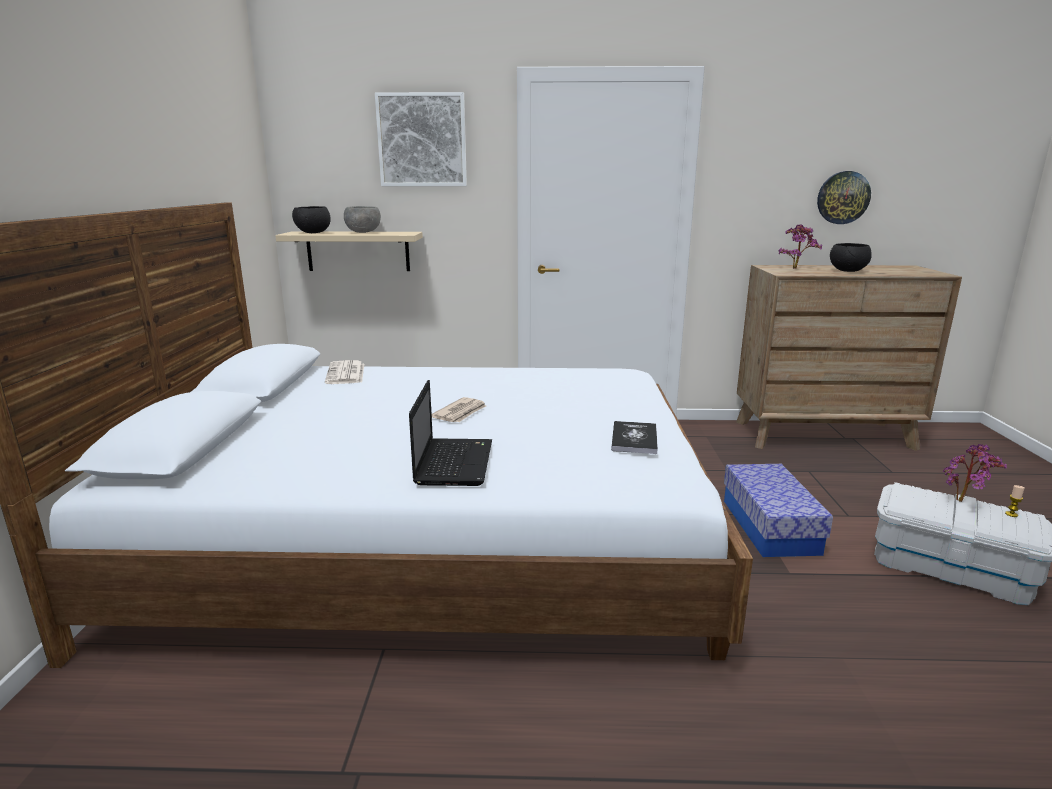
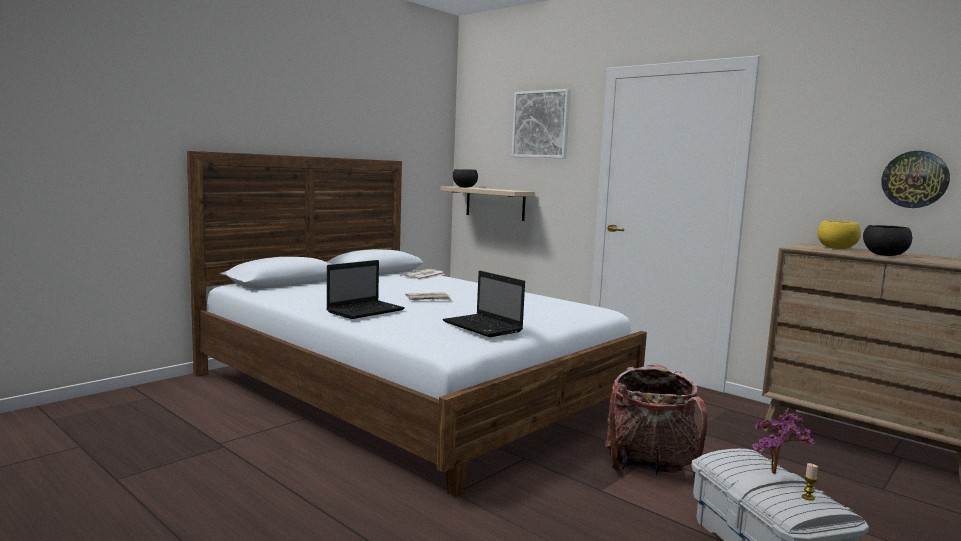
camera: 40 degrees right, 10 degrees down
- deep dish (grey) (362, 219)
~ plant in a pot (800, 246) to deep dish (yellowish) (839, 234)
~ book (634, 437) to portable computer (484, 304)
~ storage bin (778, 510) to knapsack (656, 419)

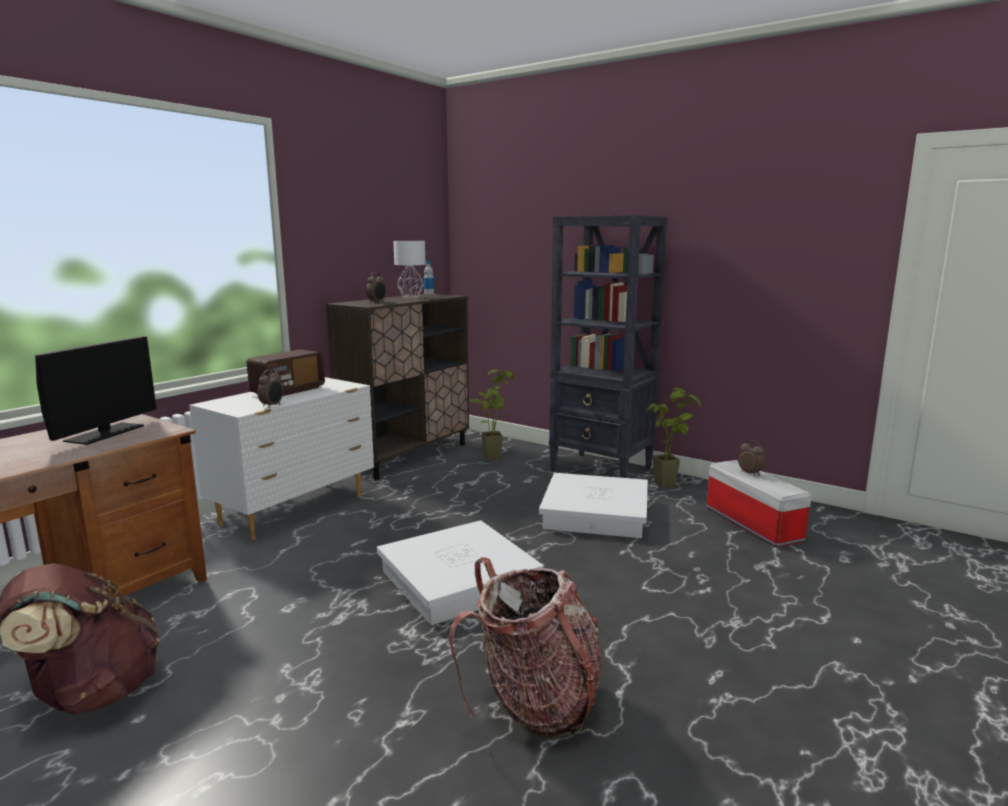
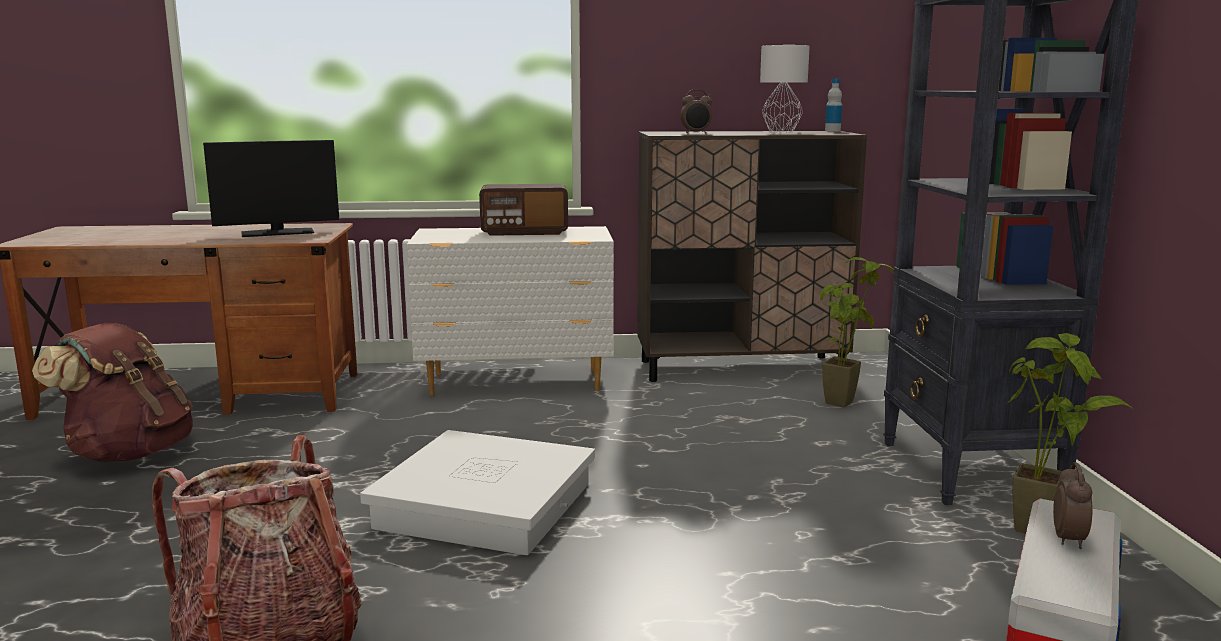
camera: 50 degrees right, 0 degrees up
- bedside clock (270, 388)
- storage bin (whitish) (593, 505)

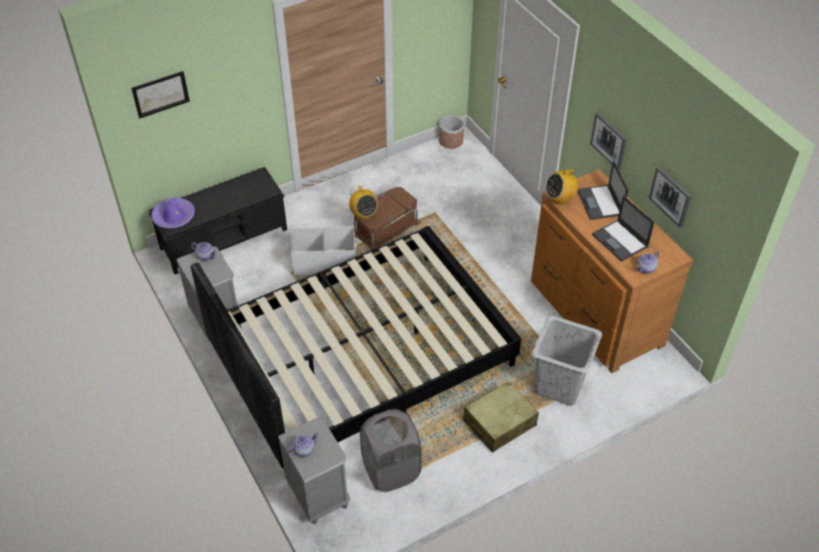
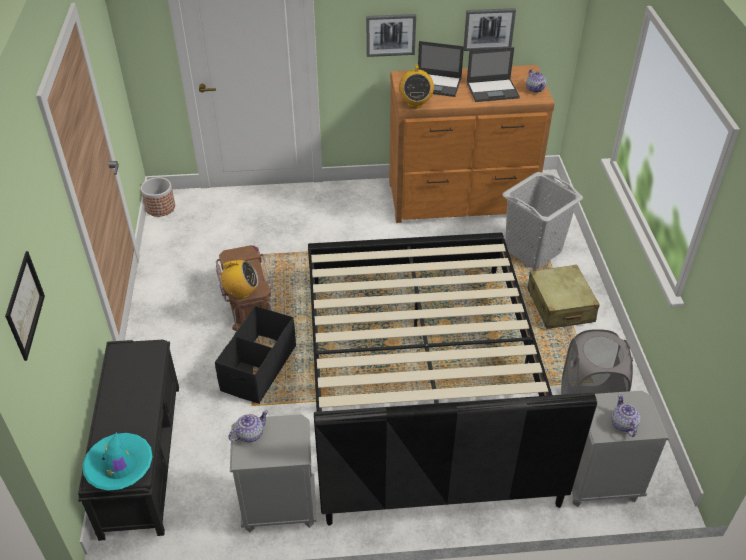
camera: 65 degrees left, 5 degrees down
~ clothing hat (purplish) (173, 212) to clothing hat (turquoise) (117, 461)
~ storage bin (whitish) (323, 250) to storage bin (black) (255, 355)

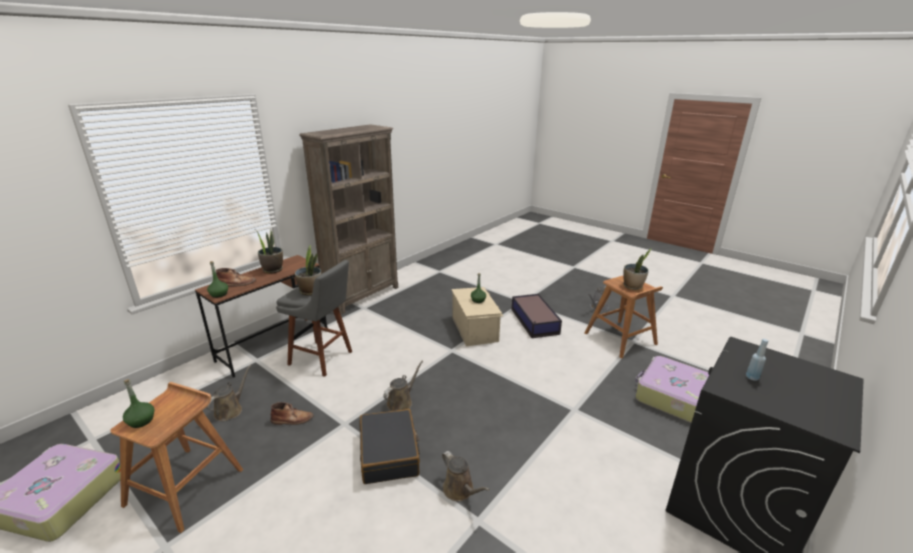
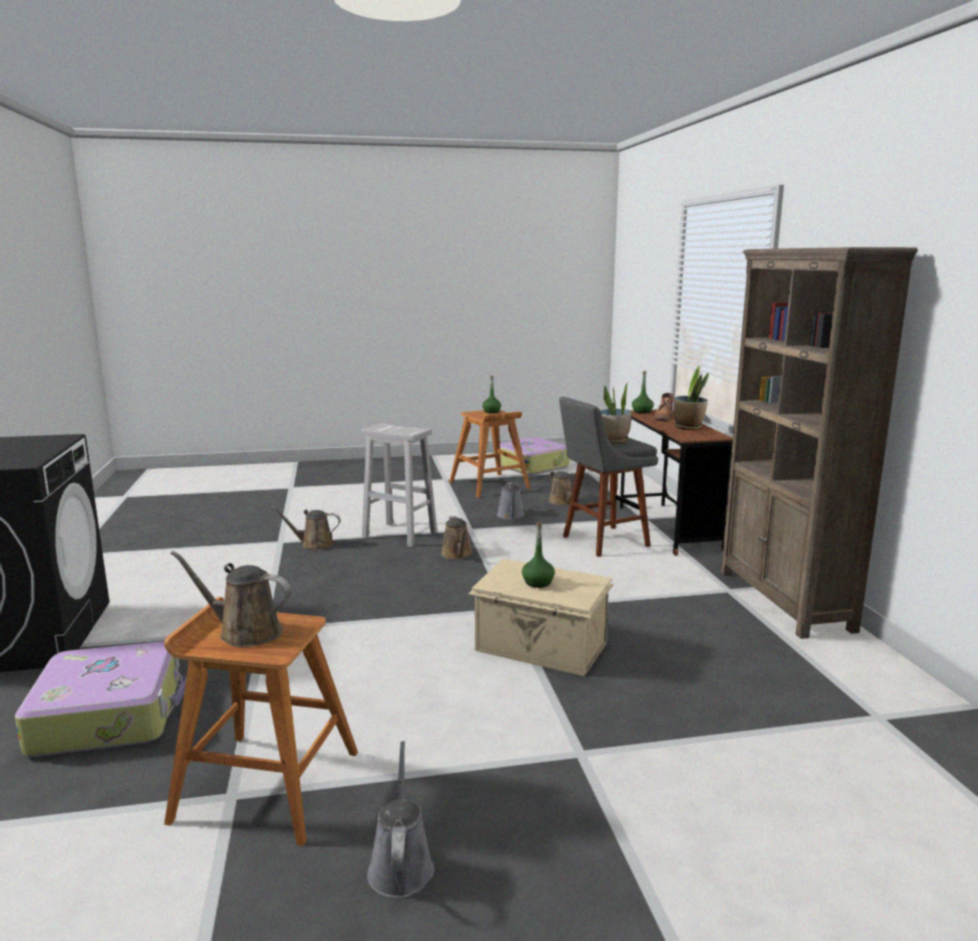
camera: 130 degrees right, 10 degrees down
~ plant in a pot (637, 269) to watering pot (brown-coloured) (230, 599)
- storage bin (536, 316)
- bottle (blue) (757, 360)
~ high-top boot (brown-coloured) (292, 413) to watering pot (grey) (511, 501)
~ suitcase (black) (389, 446) to sitting stool (whitish) (399, 485)

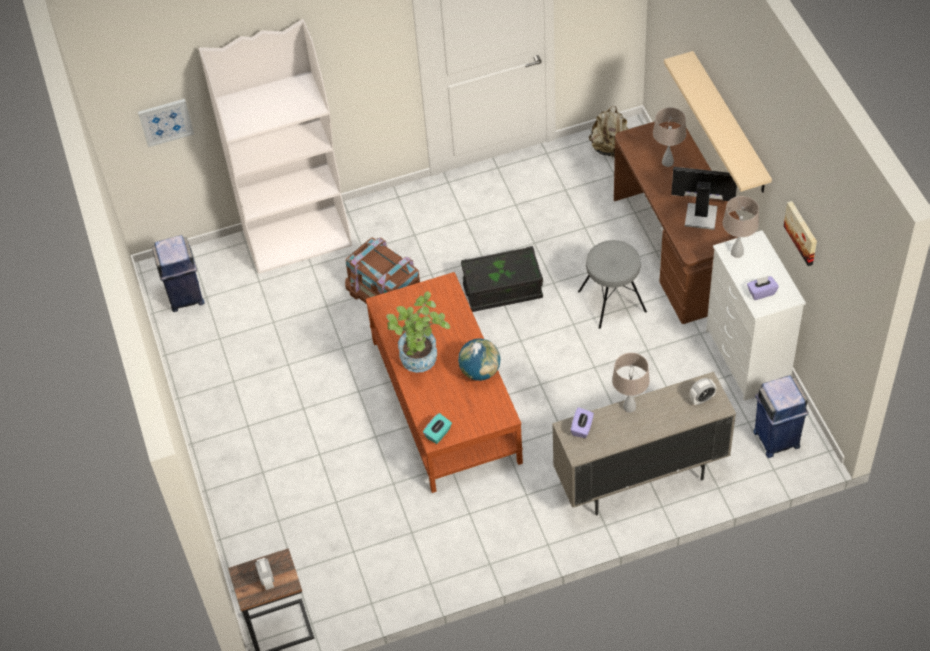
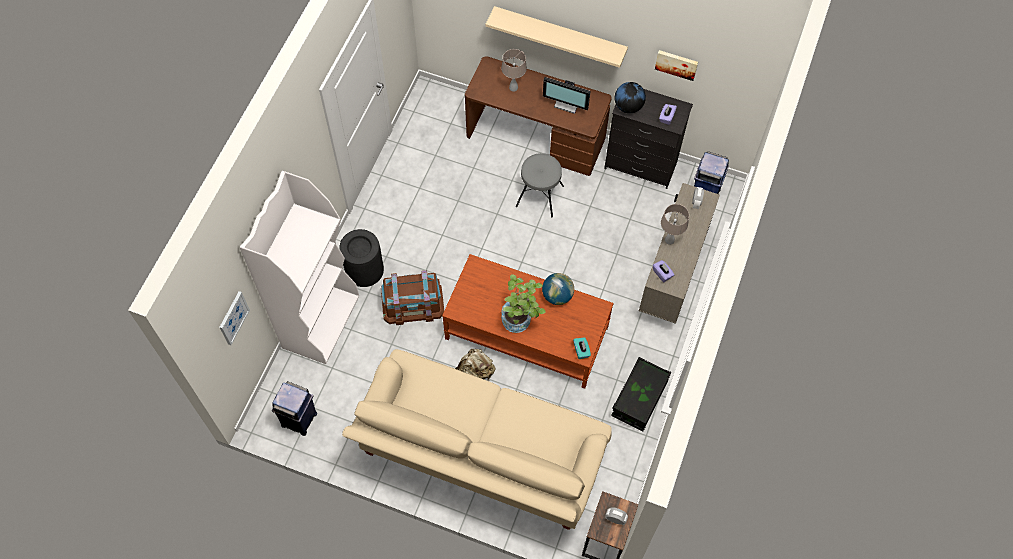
camera: 55 degrees left, 10 degrees up
~ knapsack (sand-coloured) (608, 133) to (475, 364)
~ monitor (704, 198) = (567, 95) 120 degrees counterclockwise
~ tabletop lamp (sand-coloured) (741, 227) to desk globe (630, 97)
~ dresser (whitish) (756, 315) to dresser (black) (648, 139)
~ storage bin (black) (502, 279) to (641, 394)
+ trash can (black) (361, 258)
+ sofa (sand-coloured) (477, 439)

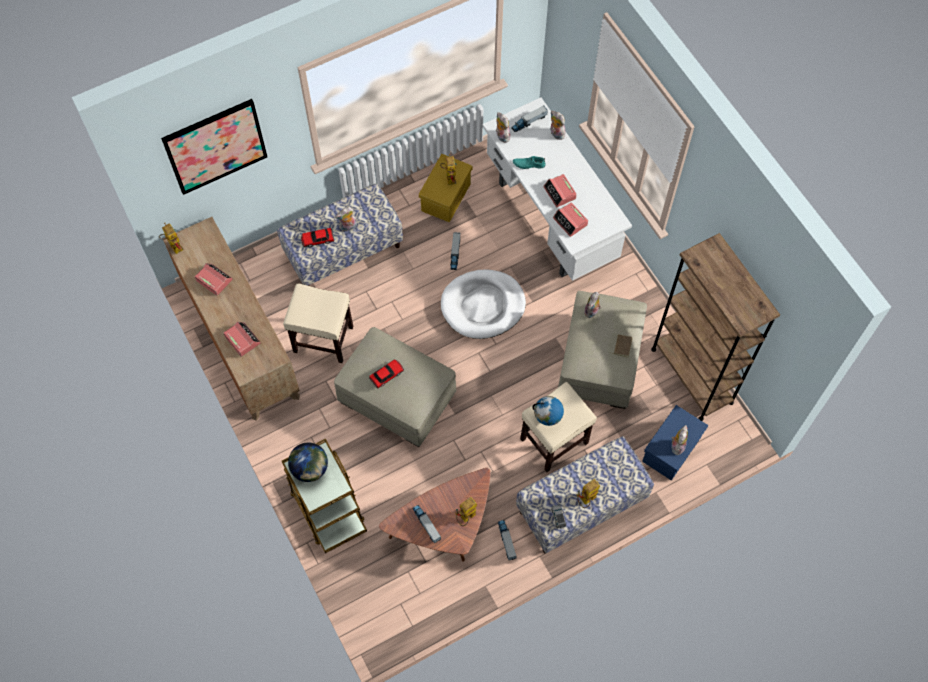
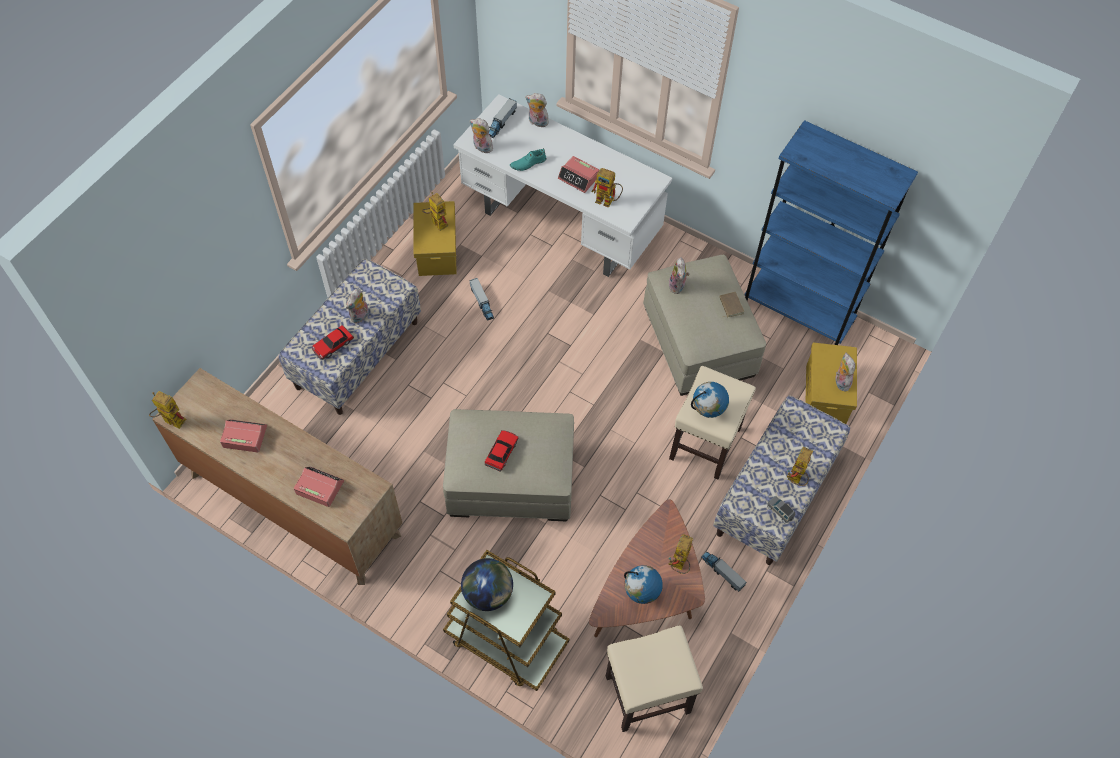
camera: 30 degrees left, 5 degrees down
- wall art (214, 147)
~ bedside clock (570, 219) to robot figure (607, 188)
~ bookcase (brown-coloured) (715, 327) to bookcase (blue) (831, 232)
- pet bed (whitish) (483, 304)
~ sitting stool (sand-coloured) (318, 323) to (654, 678)
~ storage bin (blue) (675, 442) to storage bin (yellowish) (831, 383)
~ model truck (426, 524) to desk globe (643, 584)

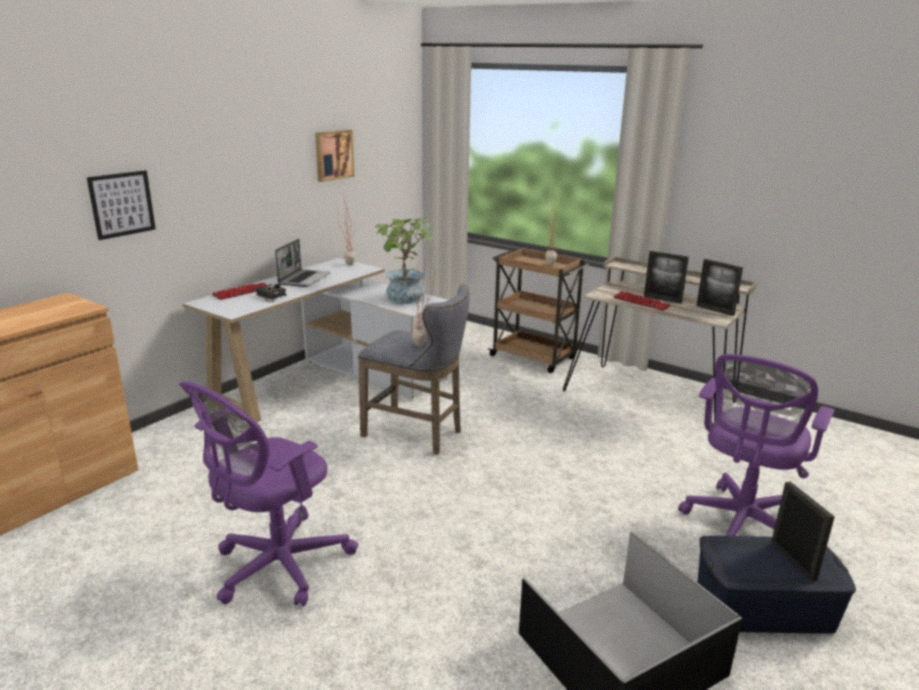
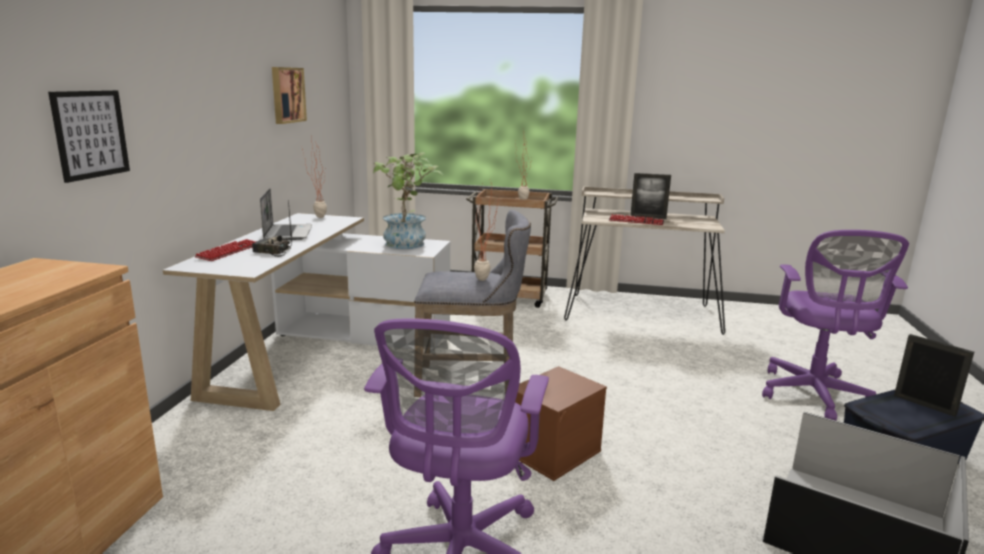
camera: 25 degrees left, 5 degrees down
- standing frame (719, 287)
+ storage bin (brown-coloured) (561, 423)

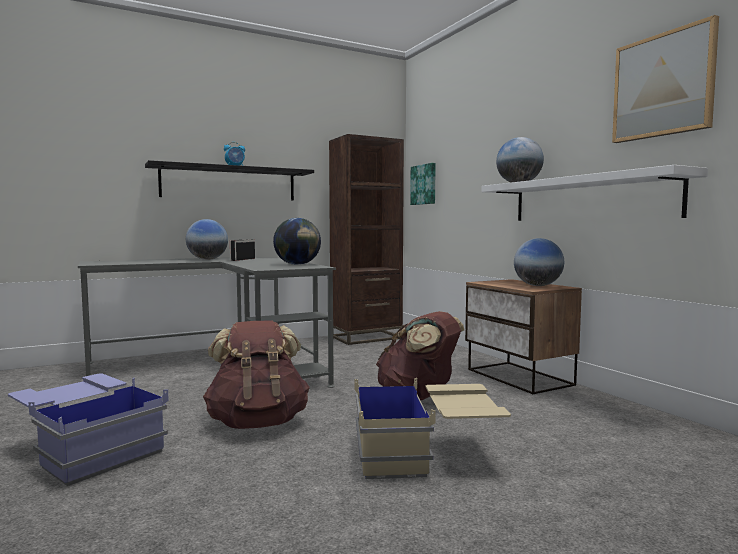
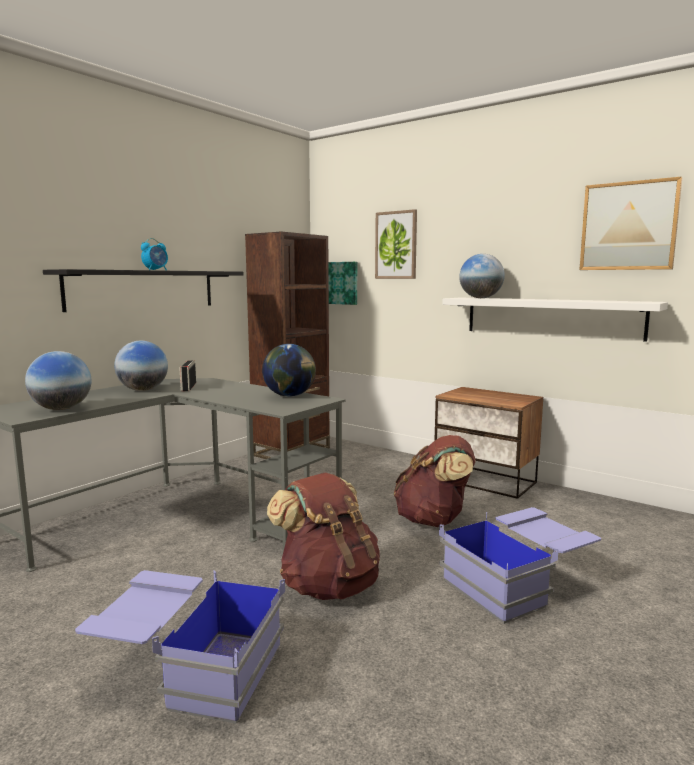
camera: 25 degrees left, 5 degrees up
~ desk globe (539, 262) to (58, 380)
~ storage bin (sand-coloured) (432, 428) to storage bin (blue) (520, 565)
+ wall art (396, 244)

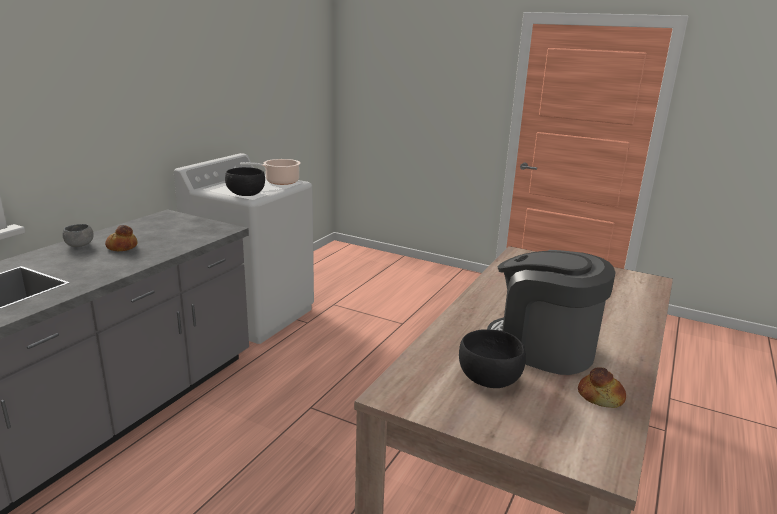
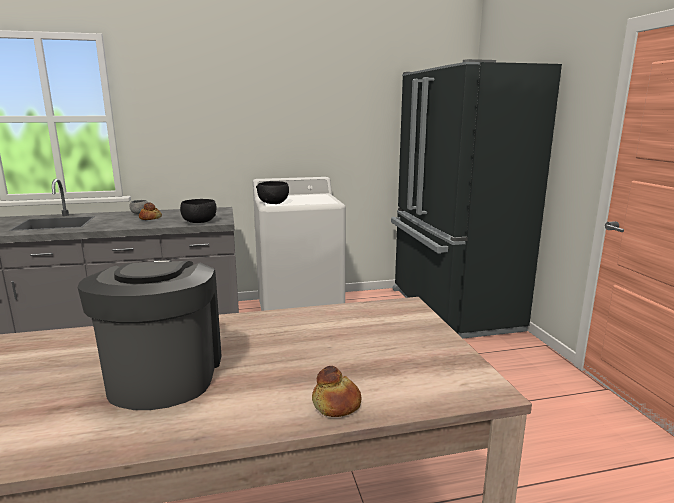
camera: 50 degrees right, 5 degrees down
- cooking pot (270, 172)
~ deep dish (black) (492, 358) to (198, 211)
~ baked bread (602, 387) to (336, 391)
+ fridge (black) (476, 199)

